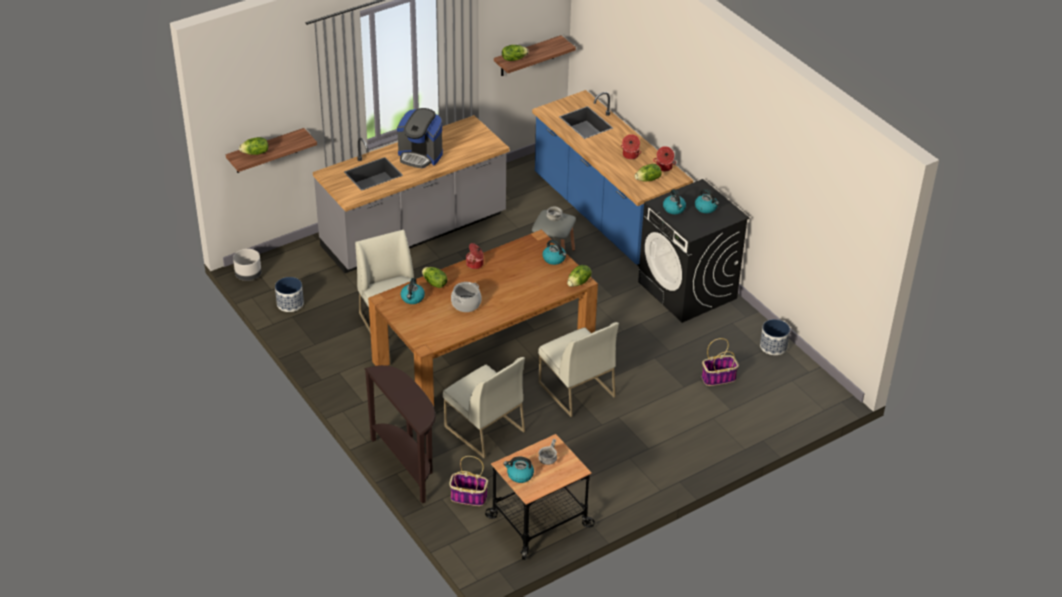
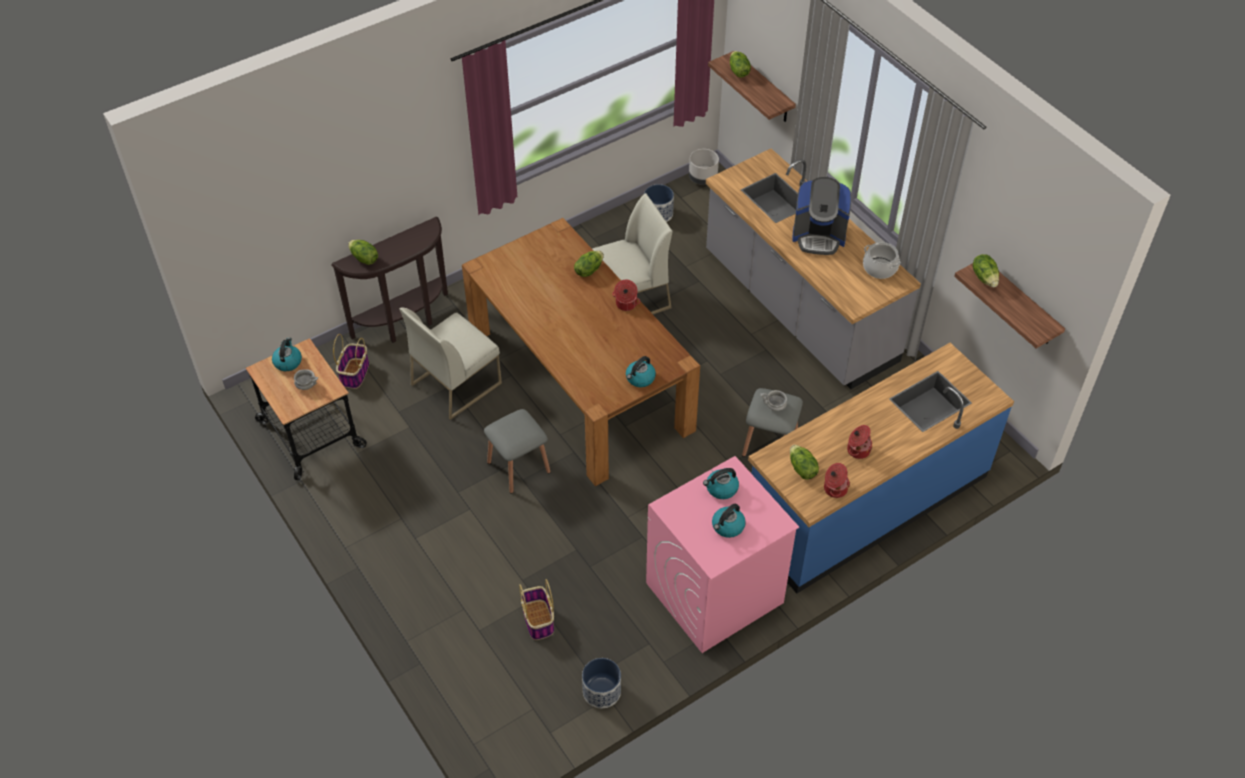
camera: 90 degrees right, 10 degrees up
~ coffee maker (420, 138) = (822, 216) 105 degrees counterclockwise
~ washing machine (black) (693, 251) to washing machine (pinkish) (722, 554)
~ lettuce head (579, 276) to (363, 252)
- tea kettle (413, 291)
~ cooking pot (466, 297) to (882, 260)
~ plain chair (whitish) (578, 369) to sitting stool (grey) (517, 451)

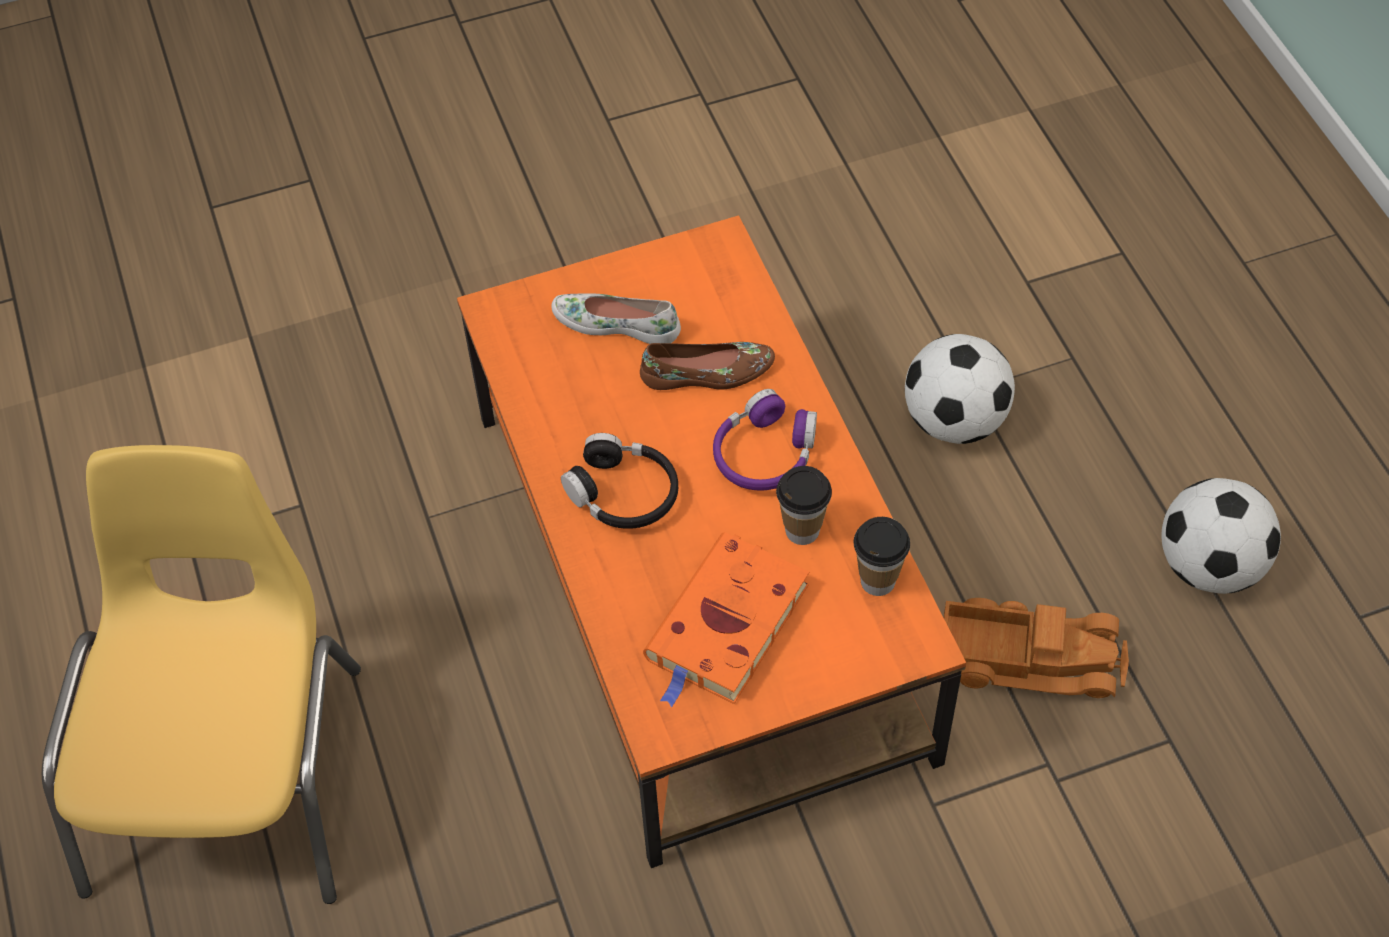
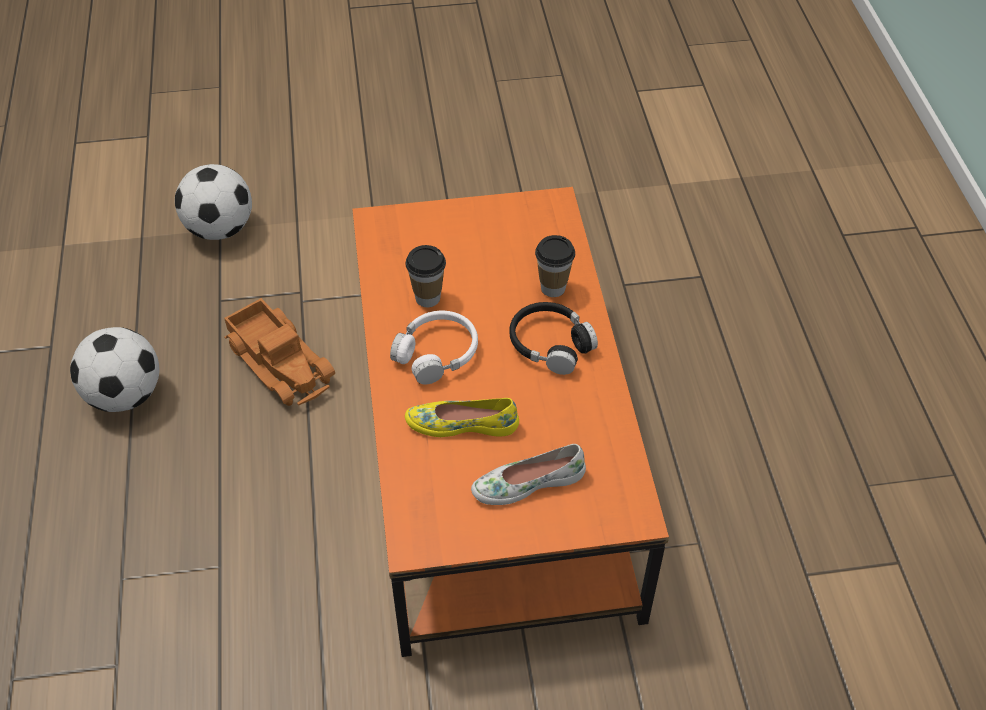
camera: 170 degrees left, 5 degrees down
~ item of footwear (whitish) (616, 318) = (528, 474) 135 degrees clockwise
~ football ball (960, 389) to (213, 202)
~ item of footwear (brown-coloured) (707, 366) to item of footwear (yellowish) (462, 417)
~ pair of headphones (purplish) (765, 440) to pair of headphones (whitish) (434, 348)
- plain chair (yellowish) (201, 674)
~ small cup (881, 556) to (555, 266)
- book (orangey) (726, 619)
~ model truck (1036, 648) = (279, 352) 150 degrees counterclockwise

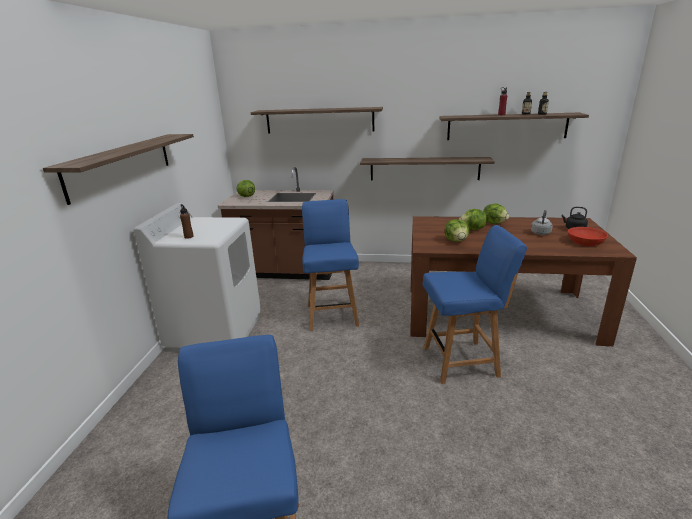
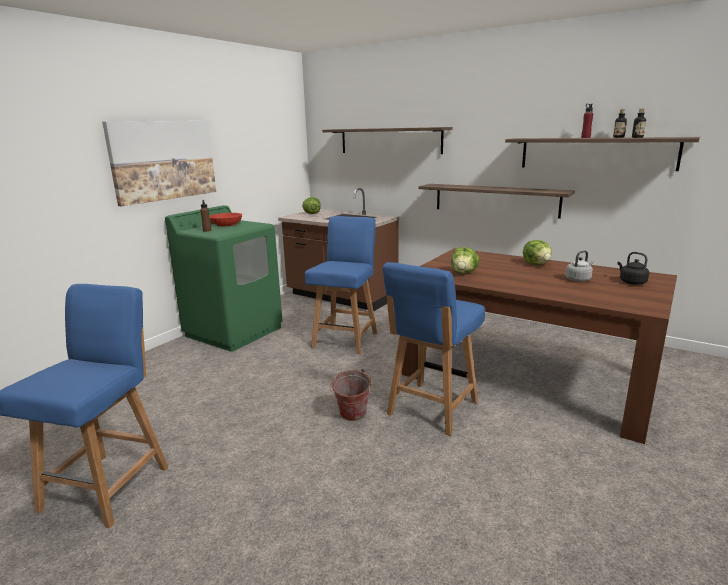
camera: 25 degrees right, 5 degrees down
~ wall shelf (118, 169) to wall art (159, 163)
~ washing machine (whitish) (197, 277) to washing machine (greenish) (224, 278)
- lettuce head (473, 219)
~ plain chair (blue) (474, 304) = (433, 349) 105 degrees clockwise
~ deep dish (red-coloured) (588, 236) to (225, 219)
+ water bucket (350, 395)

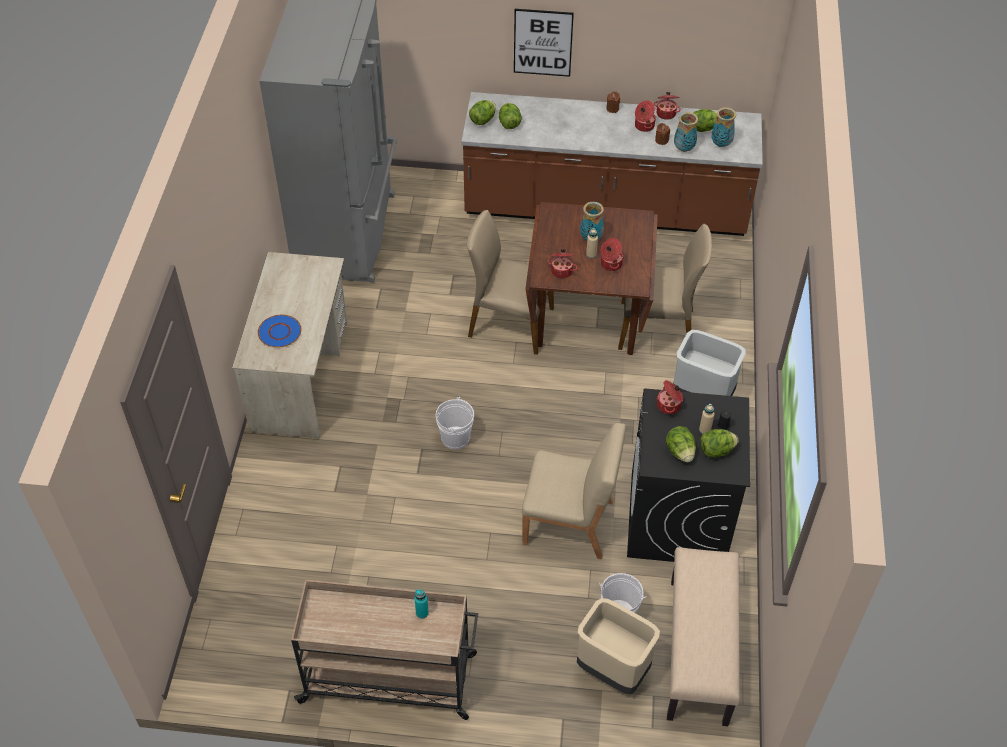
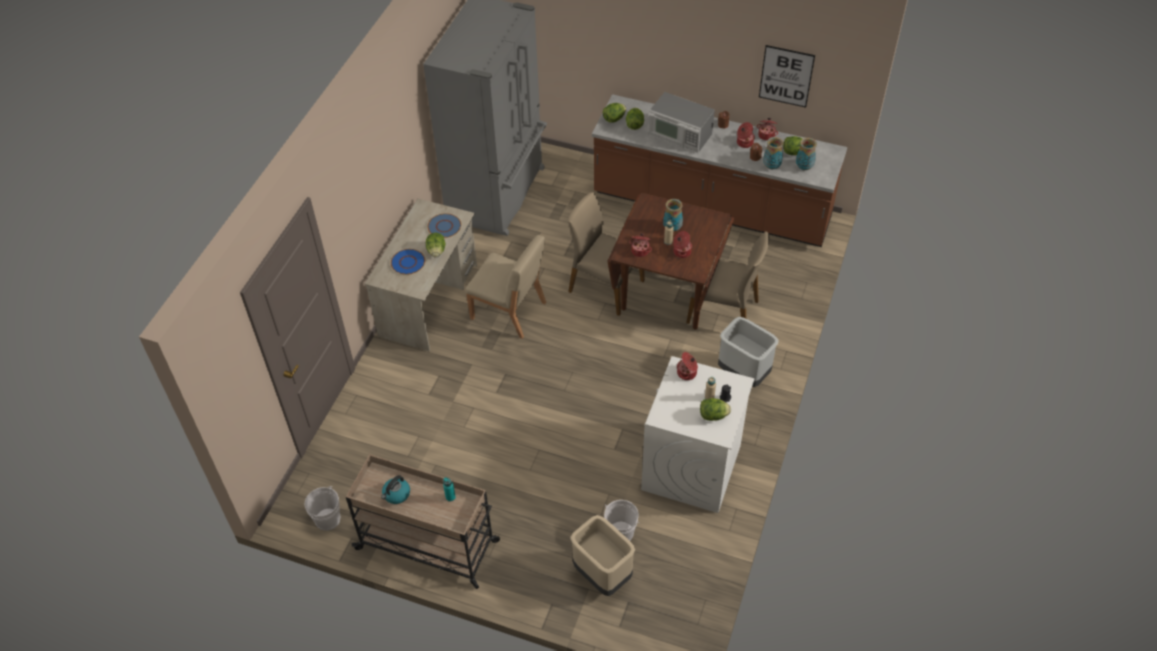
camera: 15 degrees right, 0 degrees up
~ wall art (544, 43) to (787, 76)
~ washing machine (black) (688, 475) to washing machine (whitish) (698, 434)
~ water bucket (whitish) (455, 423) to (322, 508)
~ plain chair (sand-coloured) (574, 491) to (506, 287)
~ lettuce head (681, 444) to (436, 245)
- indoor bench (sand-coloured) (703, 636)
+ microwave oven (682, 122)
+ plate (blue) (444, 225)
+ tea kettle (395, 489)

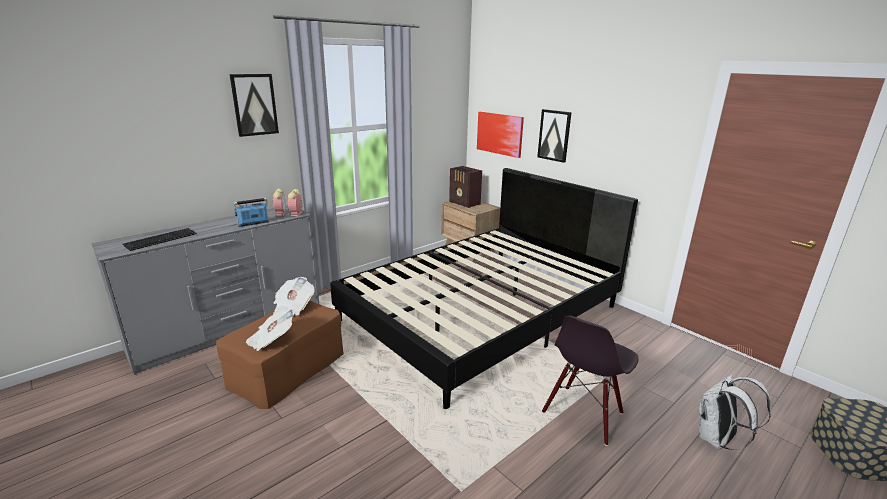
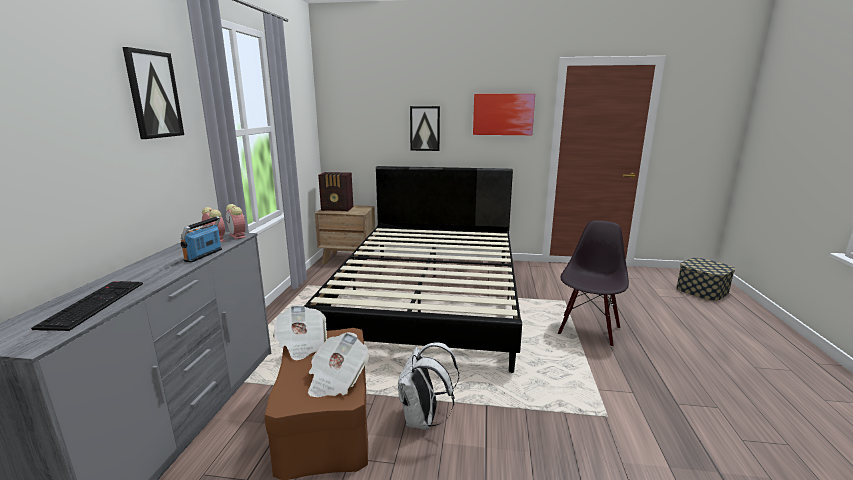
camera: 40 degrees left, 5 degrees down
~ wall art (500, 135) to (504, 114)
~ plain chair (black) (590, 381) = (593, 283) 150 degrees counterclockwise
~ knapsack (whitish) (734, 412) to (428, 386)

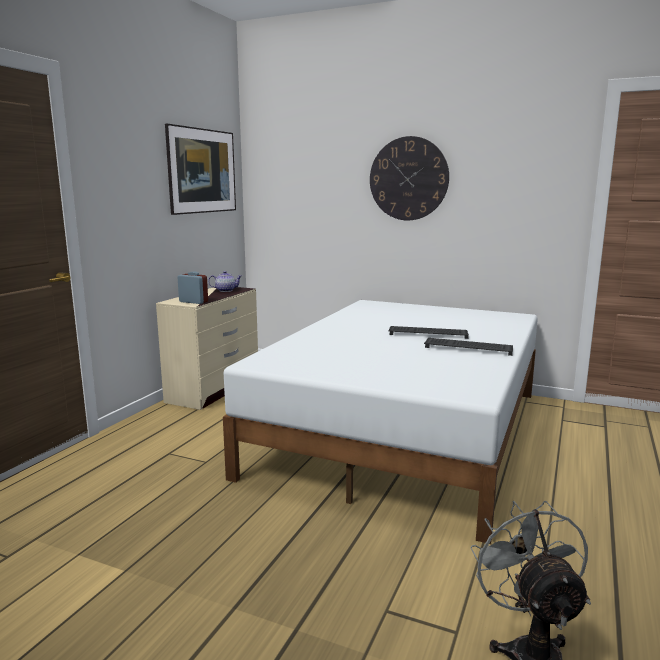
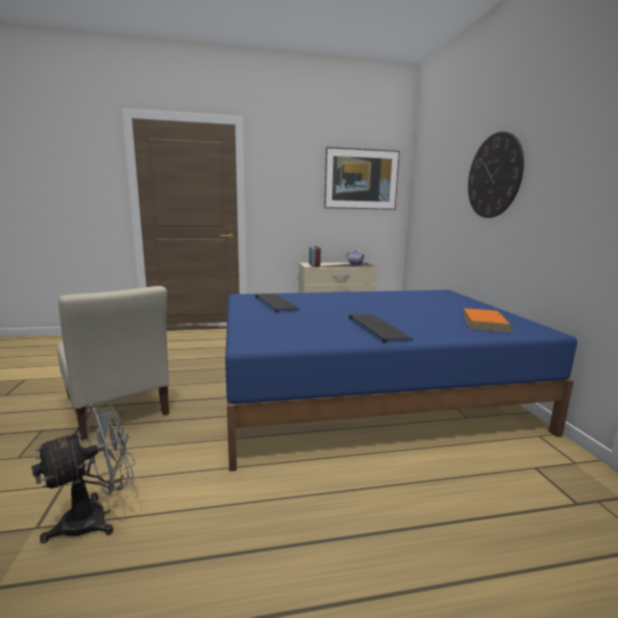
camera: 55 degrees right, 0 degrees up
~ bedroom bed (whitish) (380, 422) to bedroom bed (blue) (401, 381)
~ keyboard (428, 332) to (277, 303)
+ plain chair (sand-coloured) (113, 363)
+ book (orangey) (488, 320)

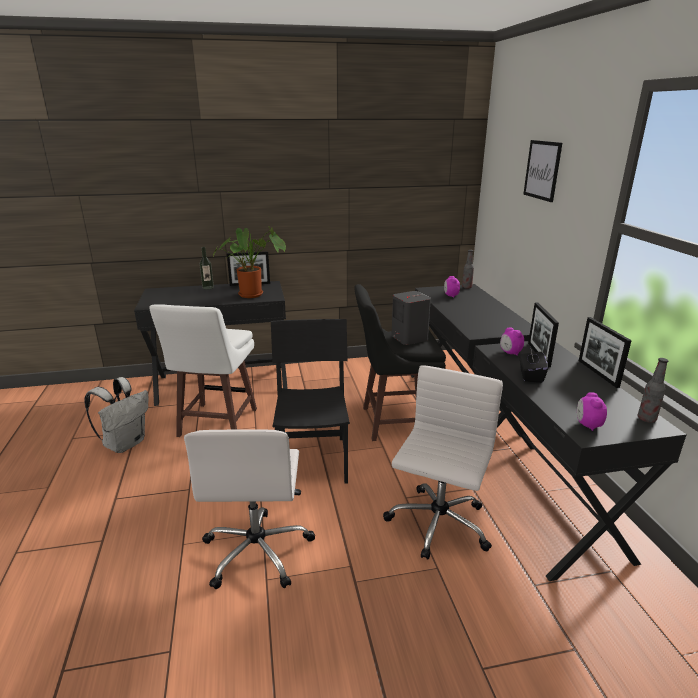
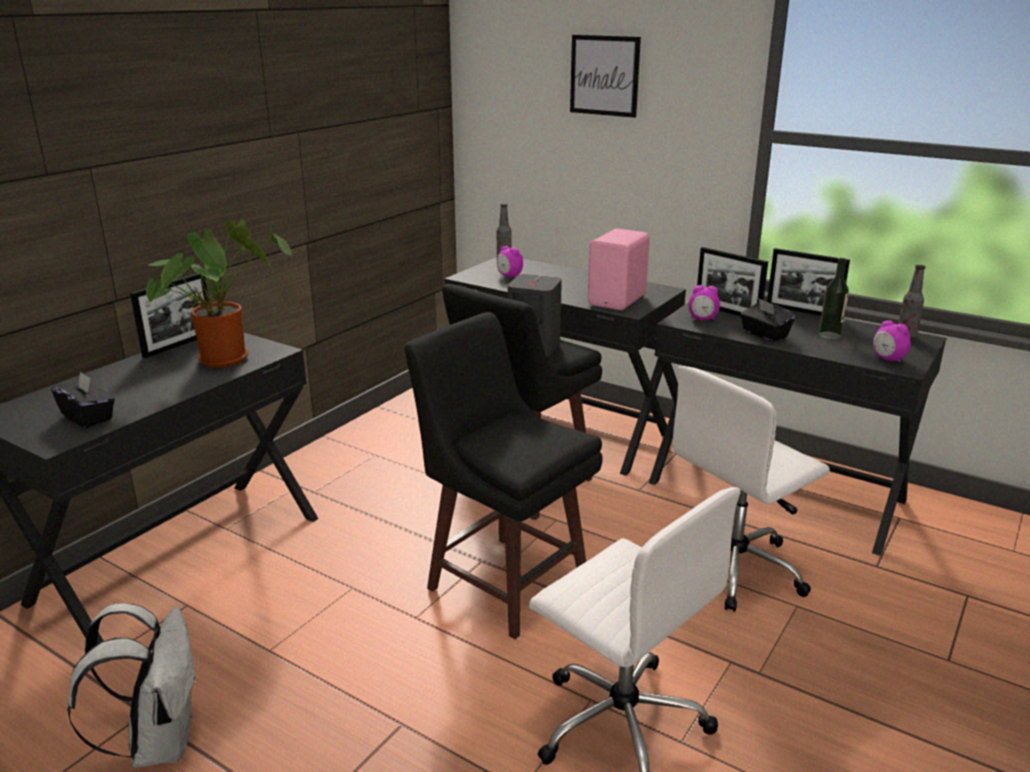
camera: 45 degrees left, 0 degrees up
~ bottle (206, 268) to (834, 299)
- sitting stool (whitish) (203, 370)
~ plain chair (black) (310, 401) to sitting stool (black) (504, 475)
~ computer chair (whitish) (443, 462) = (751, 489) 105 degrees counterclockwise
+ loudspeaker (pinkish) (619, 269)
+ tissue box (black) (83, 400)

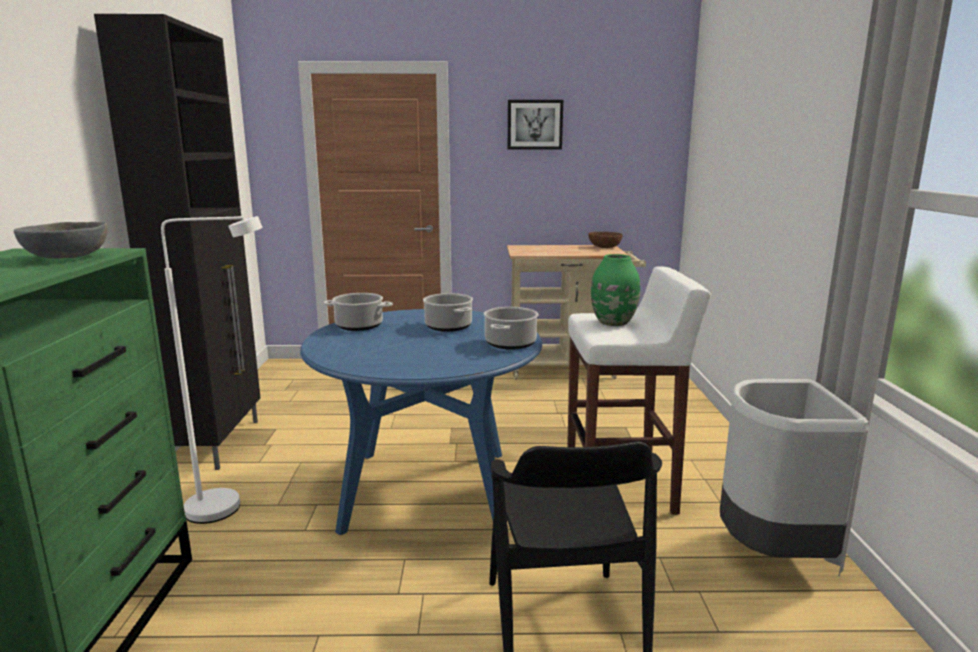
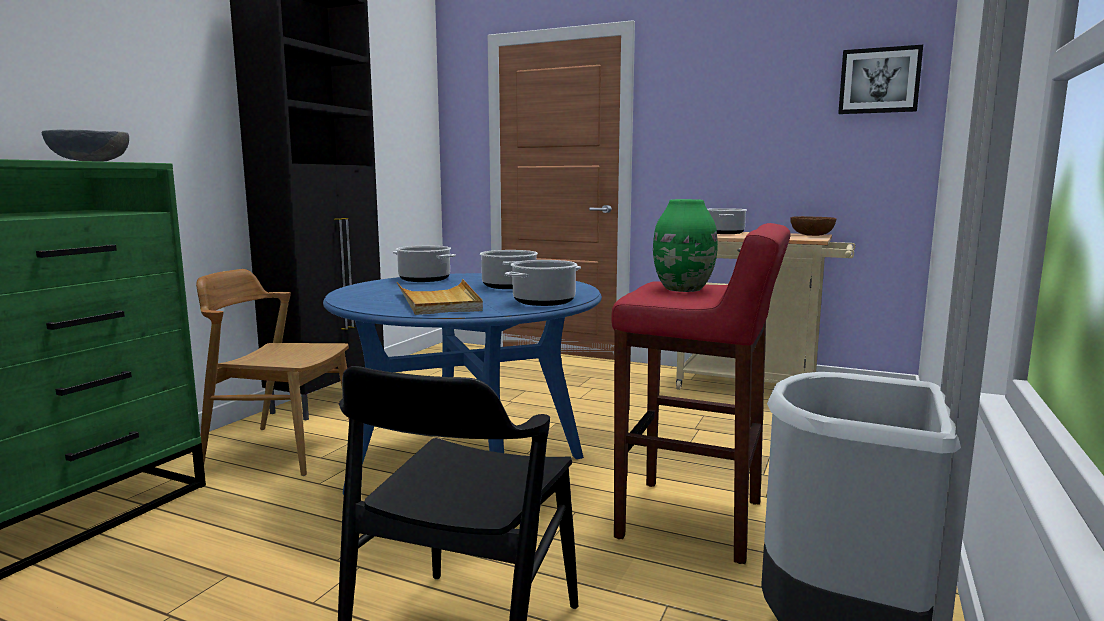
camera: 25 degrees right, 5 degrees down
~ wall art (535, 125) to (880, 79)
~ standard lamp (whitish) (211, 370) to plain chair (brown-coloured) (272, 372)
~ sitting stool (whitish) (639, 390) to sitting stool (red-coloured) (701, 393)
+ cooking pot (727, 221)
+ carrying tray (sand-coloured) (440, 297)

